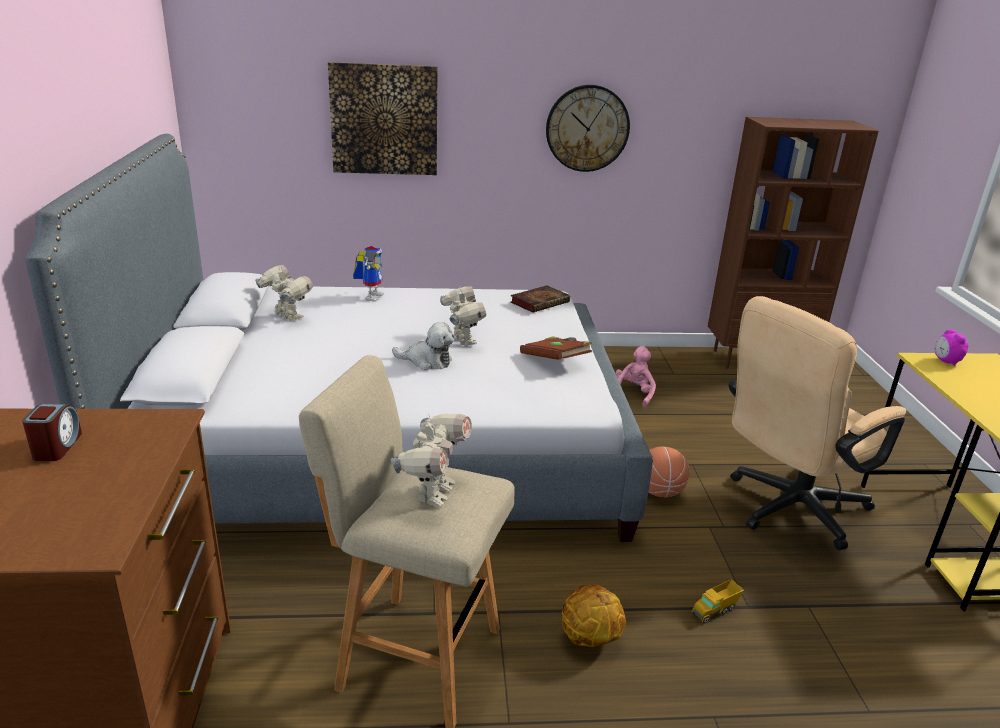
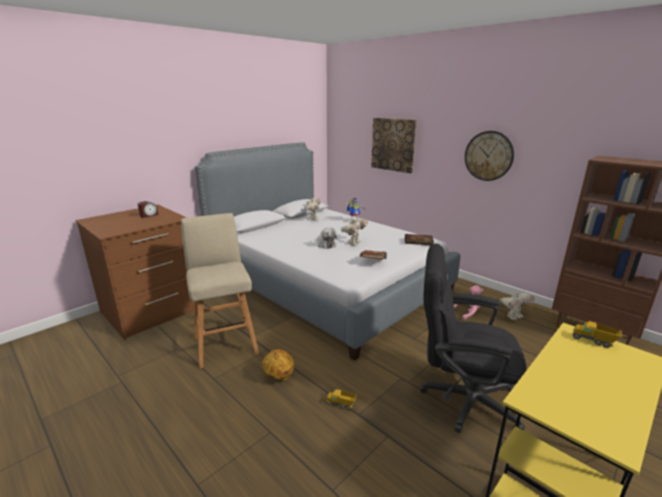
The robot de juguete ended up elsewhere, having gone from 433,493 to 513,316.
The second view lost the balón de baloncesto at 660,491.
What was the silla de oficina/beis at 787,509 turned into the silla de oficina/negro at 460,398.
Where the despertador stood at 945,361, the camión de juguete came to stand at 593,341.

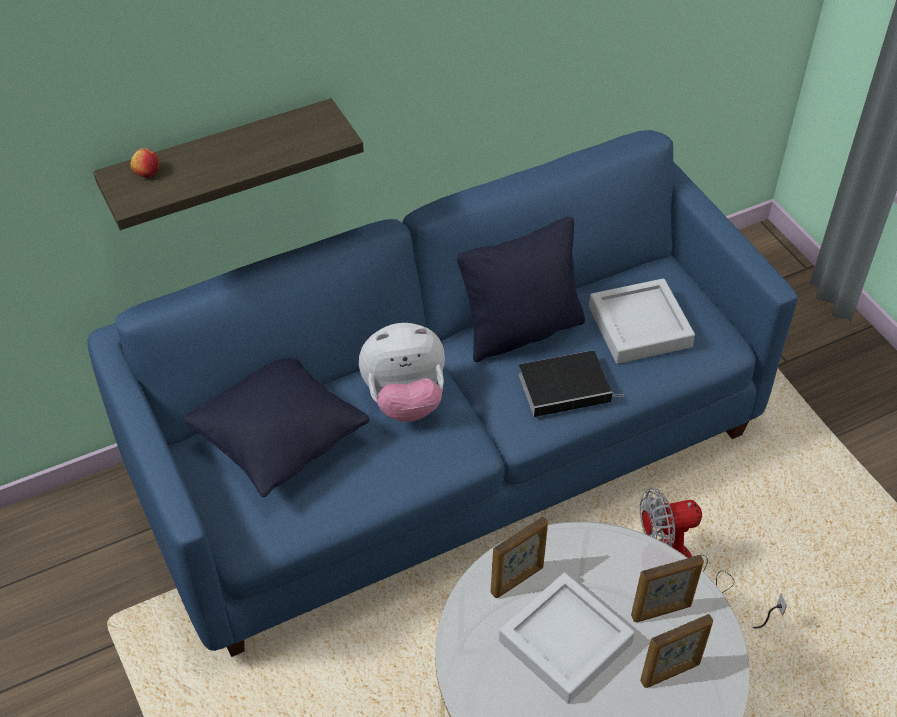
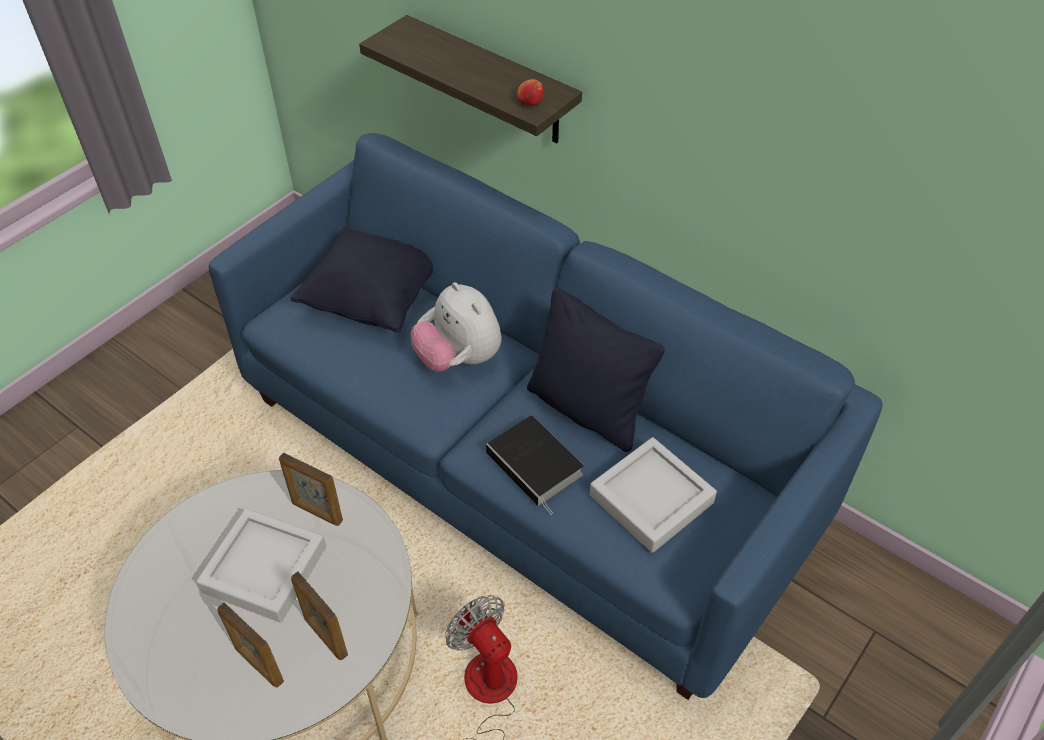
The manzana ended up elsewhere, having gone from 146,172 to 530,102.

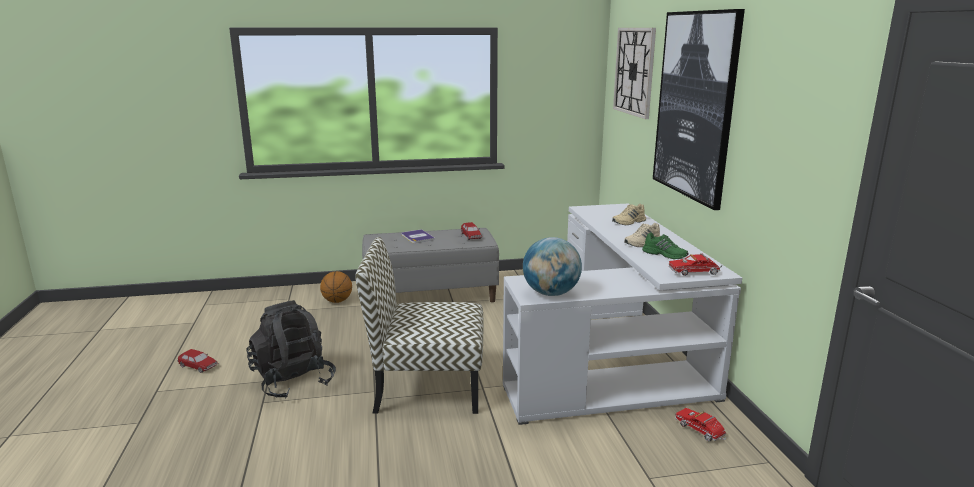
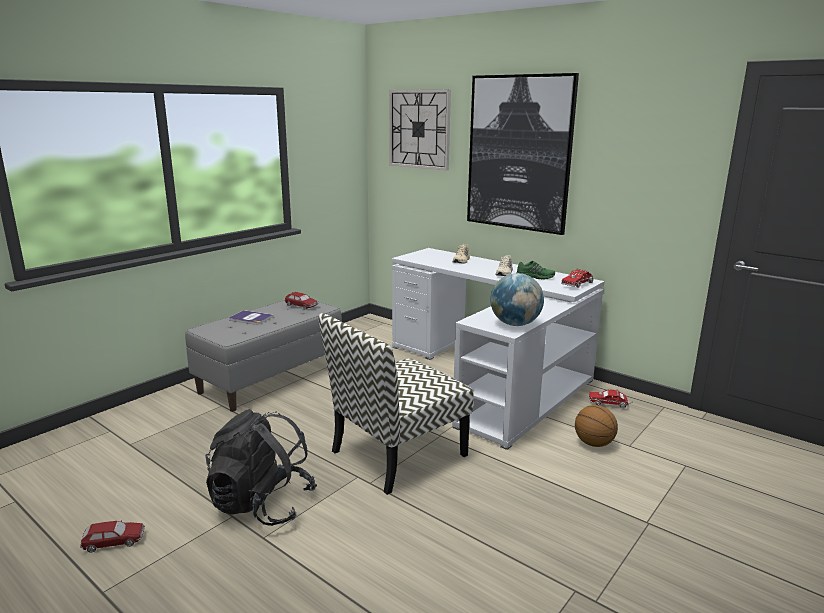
The balón de baloncesto ended up elsewhere, having gone from 337,301 to 593,443.

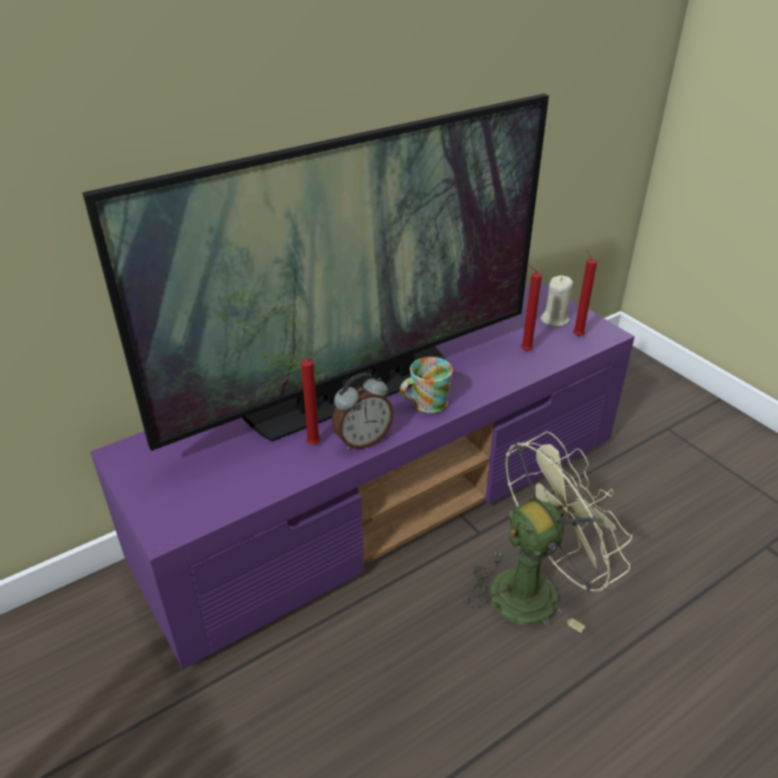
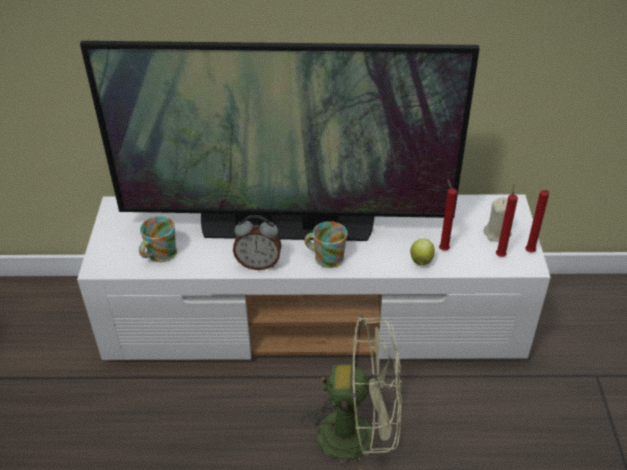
What was the mueble de televisión/morado at 390,499 turned into the mueble de televisión/blanco at 317,320.
The vela/rojo ended up elsewhere, having gone from 314,445 to 530,253.
The second view gained the taza grande at 158,254.
The second view gained the manzana at 421,260.

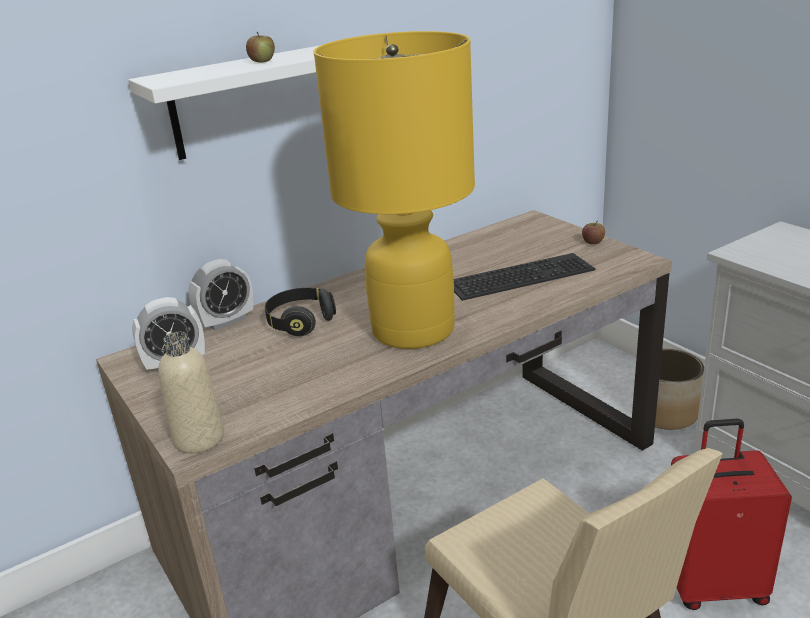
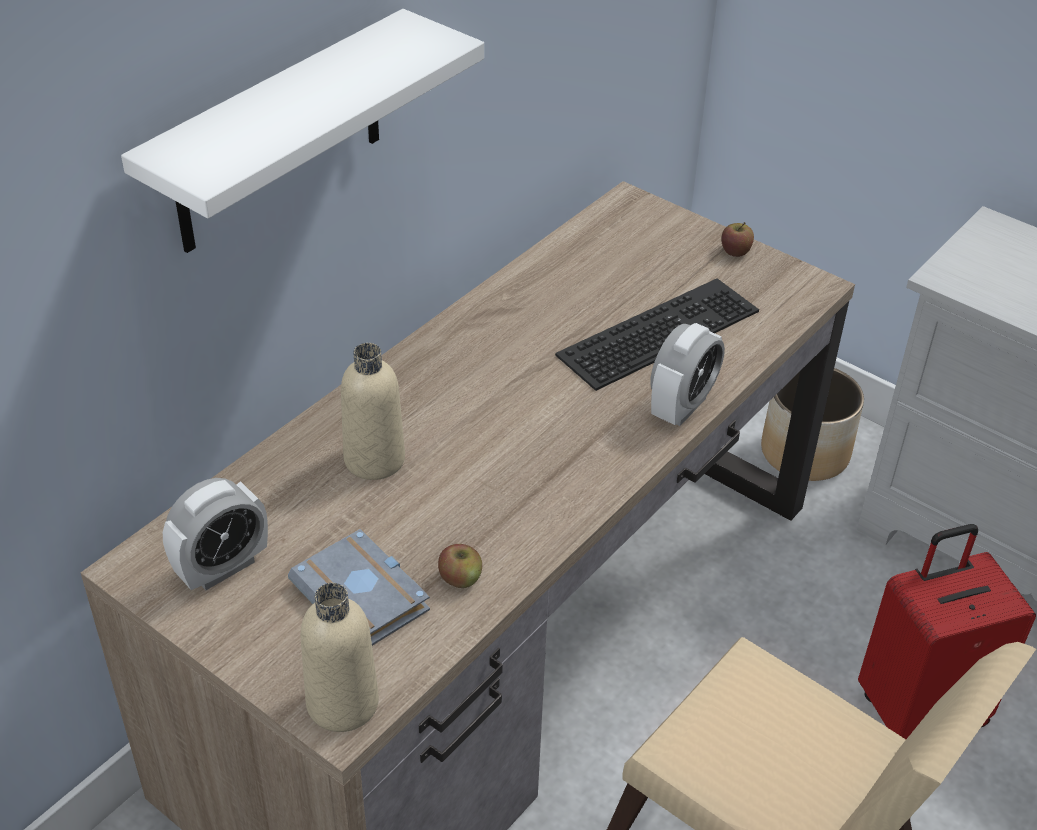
The despertador ended up elsewhere, having gone from 226,321 to 682,407.
The manzana ended up elsewhere, having gone from 262,61 to 460,578.
Where the auriculares/negro stood at 300,322, the botella/beis came to stand at 374,459.
The second view lost the lámpara de mesa/amarillo at 414,330.
The second view gained the libro/gris at 365,597.

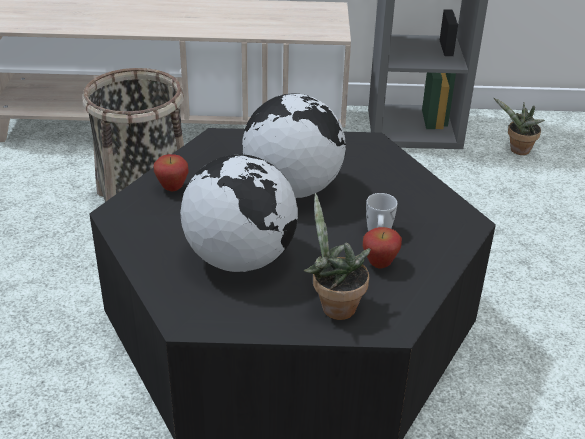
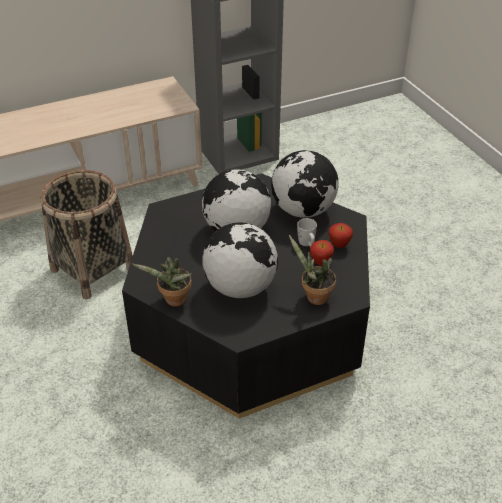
The manzana ended up elsewhere, having gone from 172,189 to 339,245.
The planta en maceta ended up elsewhere, having gone from 517,151 to 173,301.
The second view gained the globo terráqueo at 303,211.

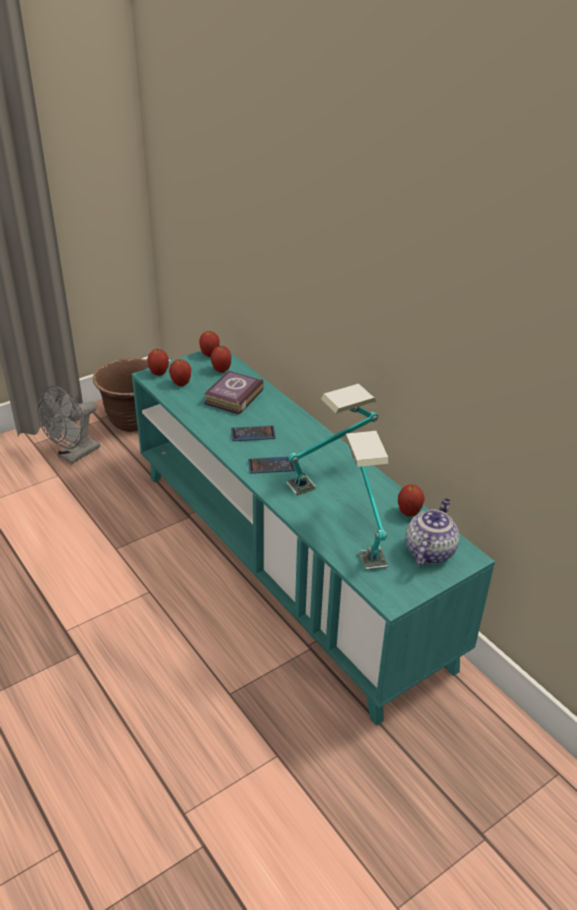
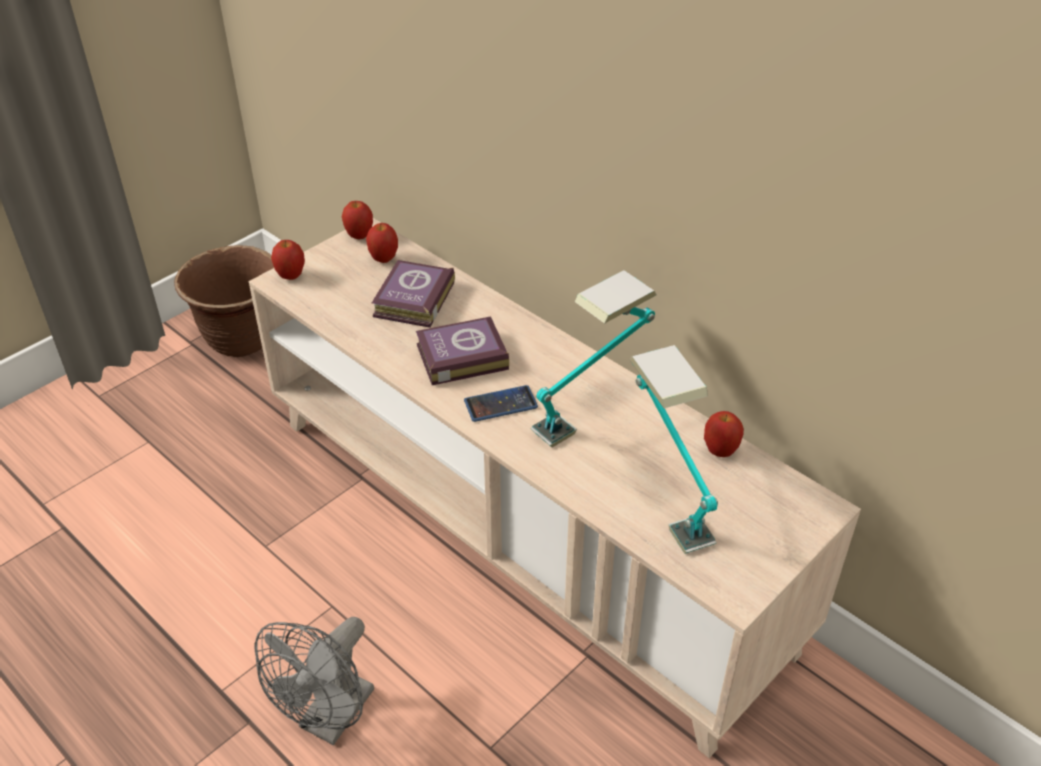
The ventilador/gris ended up elsewhere, having gone from 74,455 to 330,720.
What was the mueble de televisión/turquesa at 286,563 turned into the mueble de televisión/beis at 520,529.
The second view lost the manzana at 181,384.
Where the móvil stood at 253,434, the libro came to stand at 459,356.
The second view lost the tetera at 429,551.

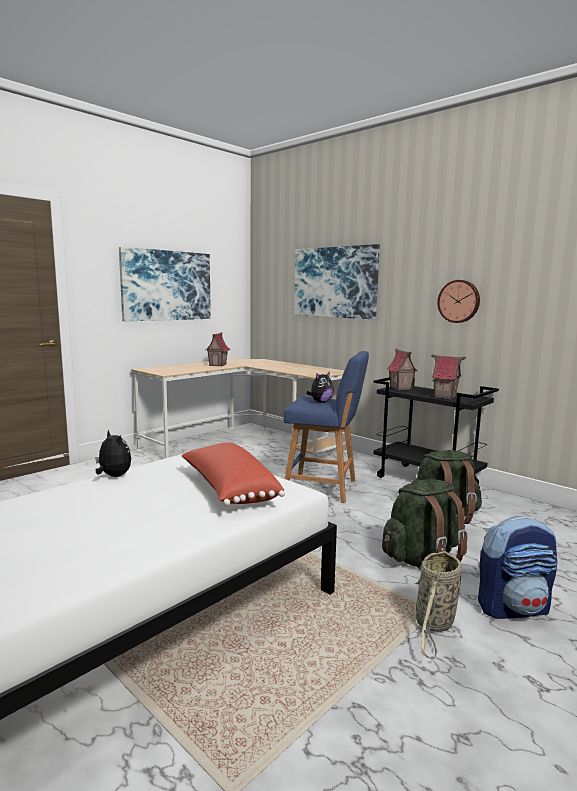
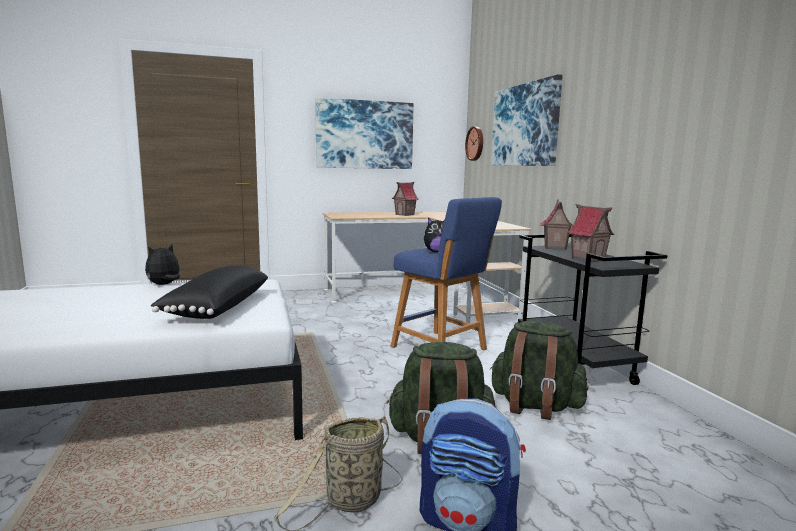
The peluche at 113,476 ended up facing another way, 120 degrees counterclockwise from before.
What was the cojín/rojo at 228,489 turned into the cojín/negro at 216,308.
The reloj de pared ended up elsewhere, having gone from 459,301 to 475,143.

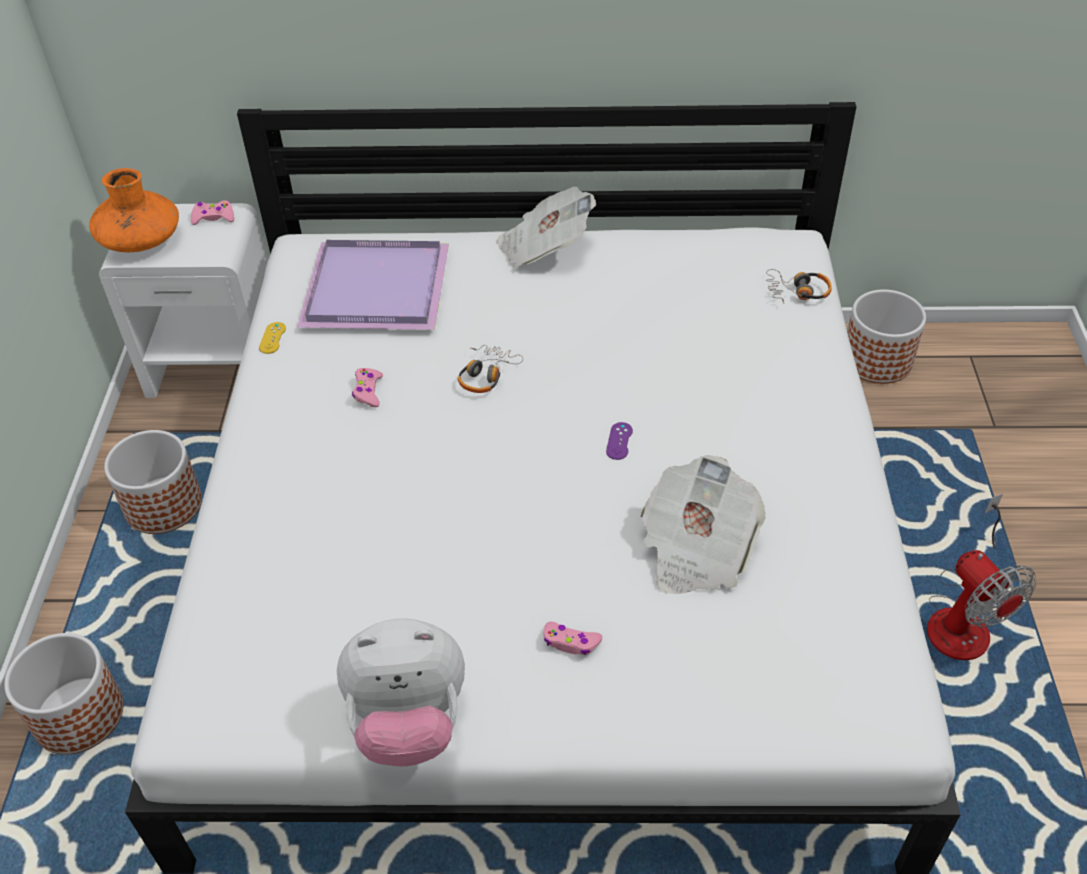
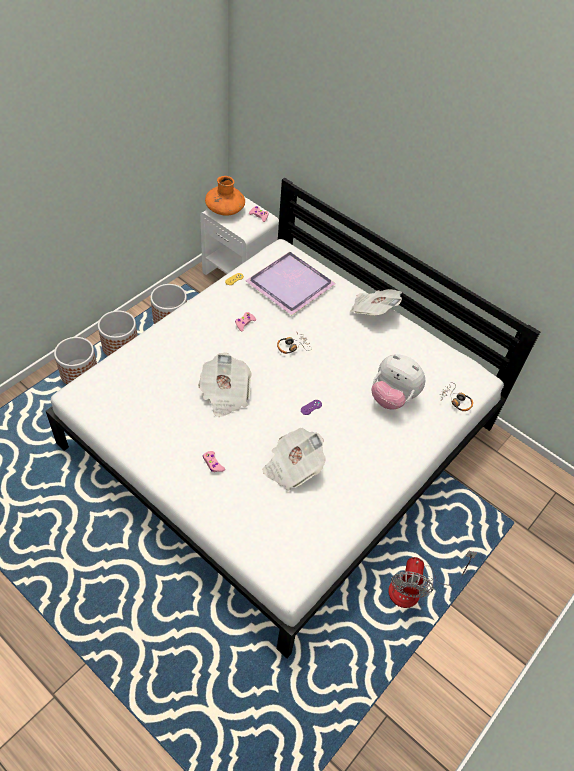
The peluche ended up elsewhere, having gone from 409,723 to 392,397.
The maceta ended up elsewhere, having gone from 876,361 to 120,346.
The second view gained the periódico at 225,394.

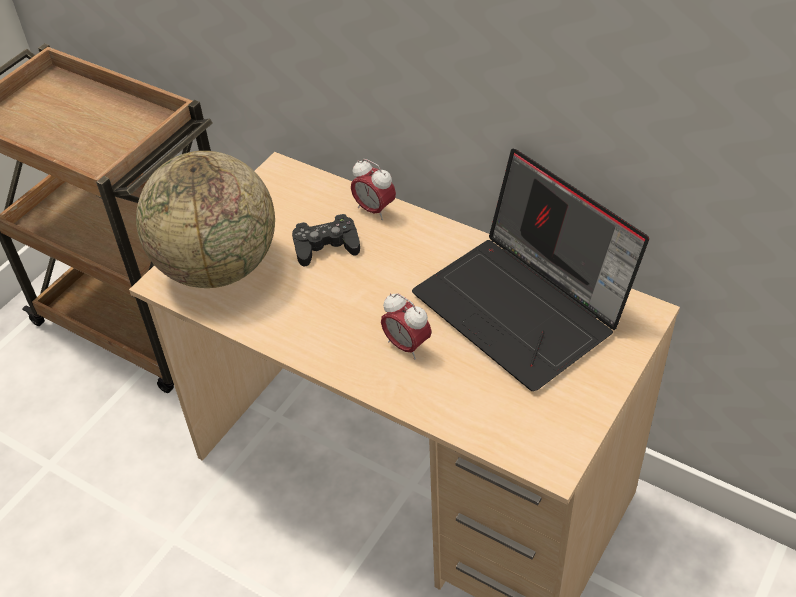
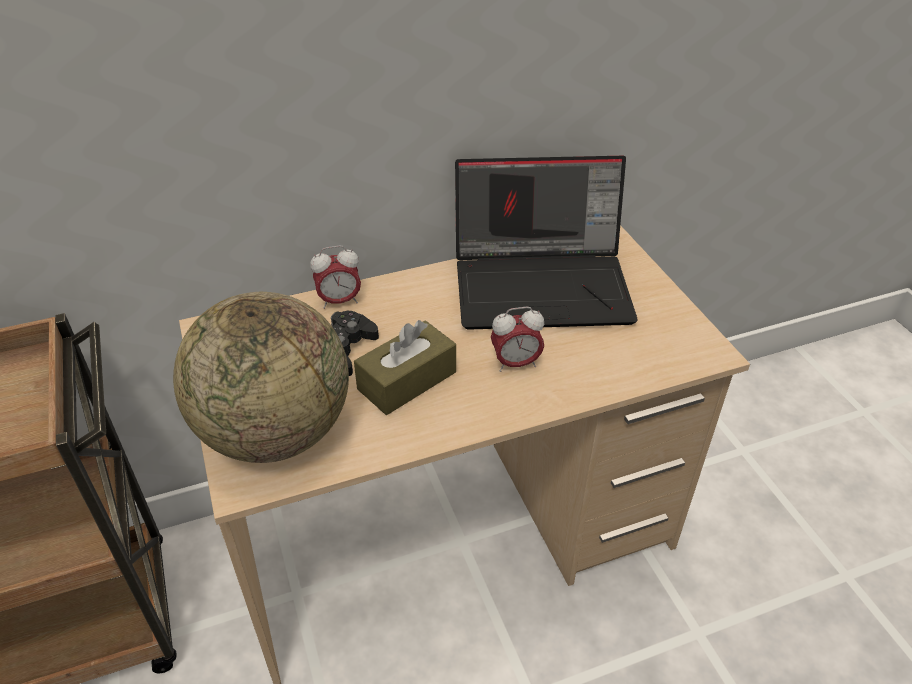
The second view gained the caja de pañuelos/marrón at 407,380.

